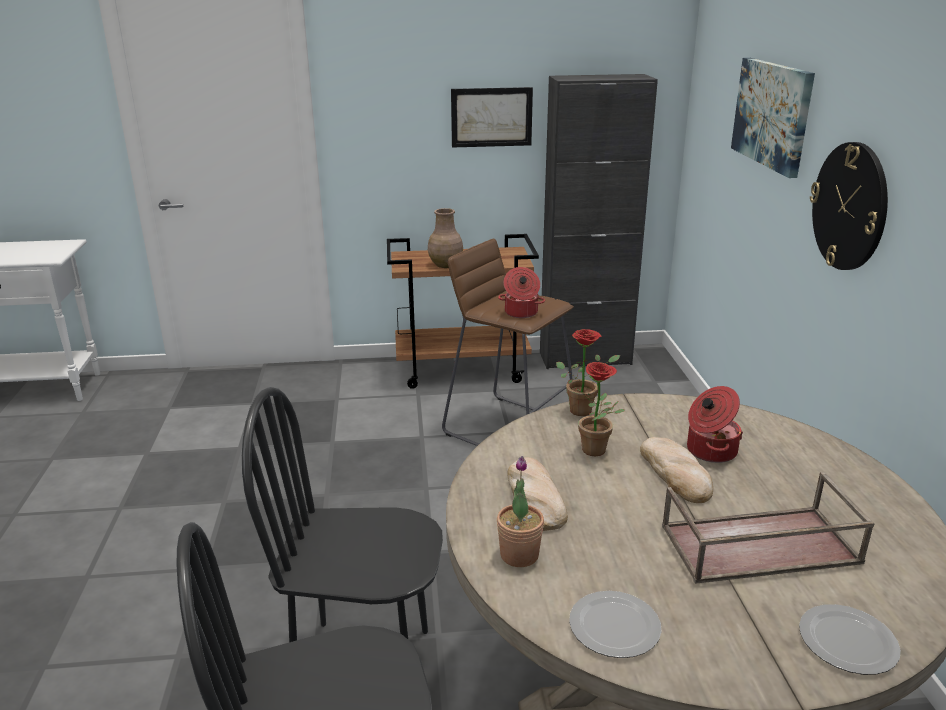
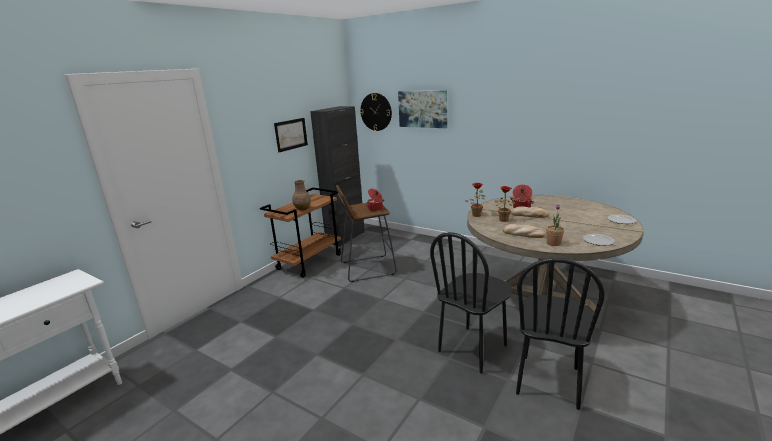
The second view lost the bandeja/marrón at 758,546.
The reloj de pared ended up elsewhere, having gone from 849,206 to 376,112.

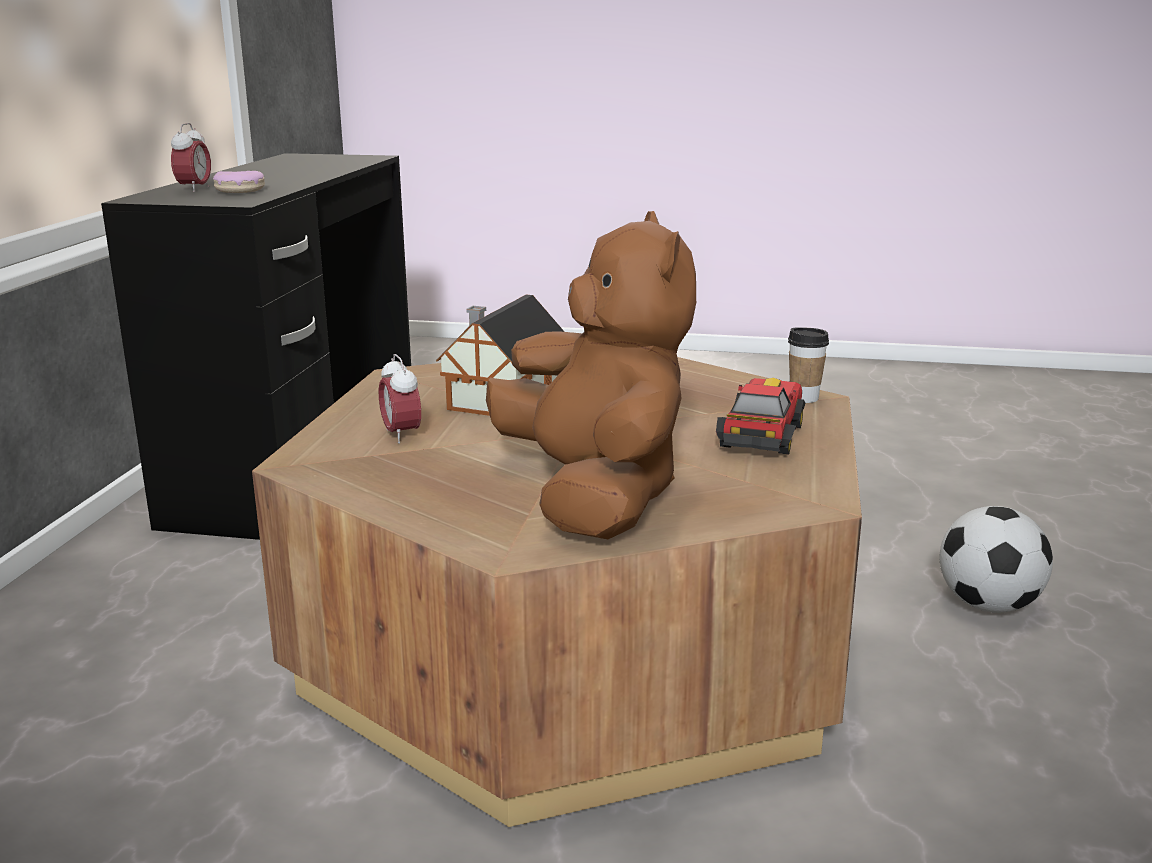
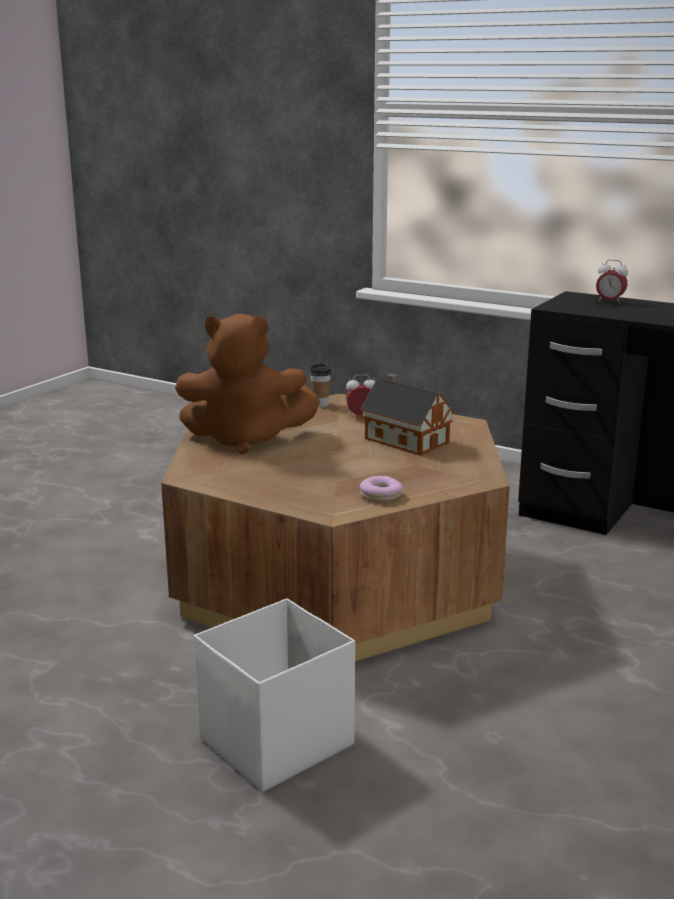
The rosquilla ended up elsewhere, having gone from 240,190 to 381,496.
The second view lost the coche de juguete at 763,435.
The taza ended up elsewhere, having gone from 804,398 to 320,404.
Where the balón de fútbol stood at 988,605, the caja de almacenaje/blanco came to stand at 274,742.

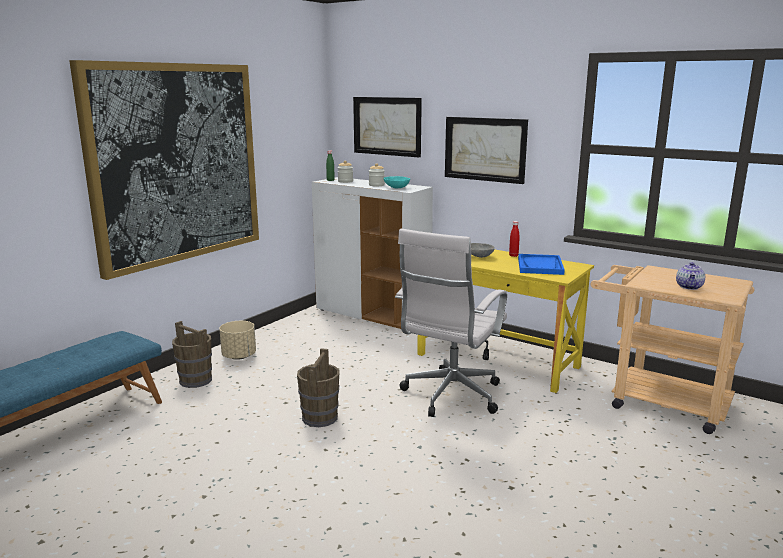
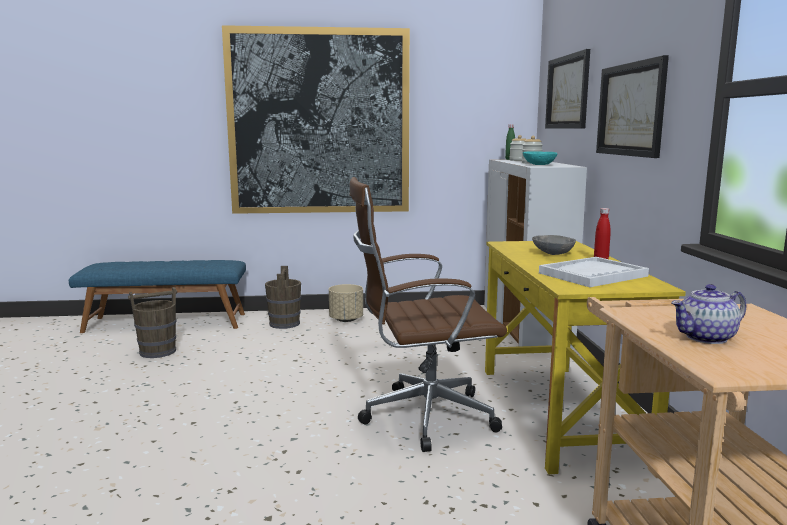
The cubo/marrón ended up elsewhere, having gone from 319,418 to 157,352.
What was the silla de oficina/blanco at 450,397 turned into the silla de oficina/marrón at 422,417.
What was the bandeja/azul at 540,266 turned into the bandeja/blanco at 592,275.

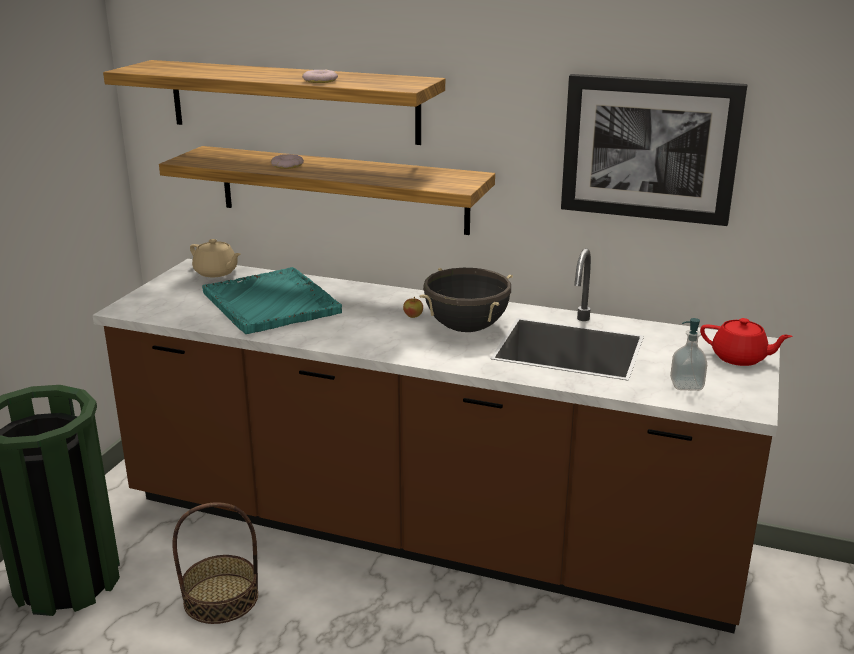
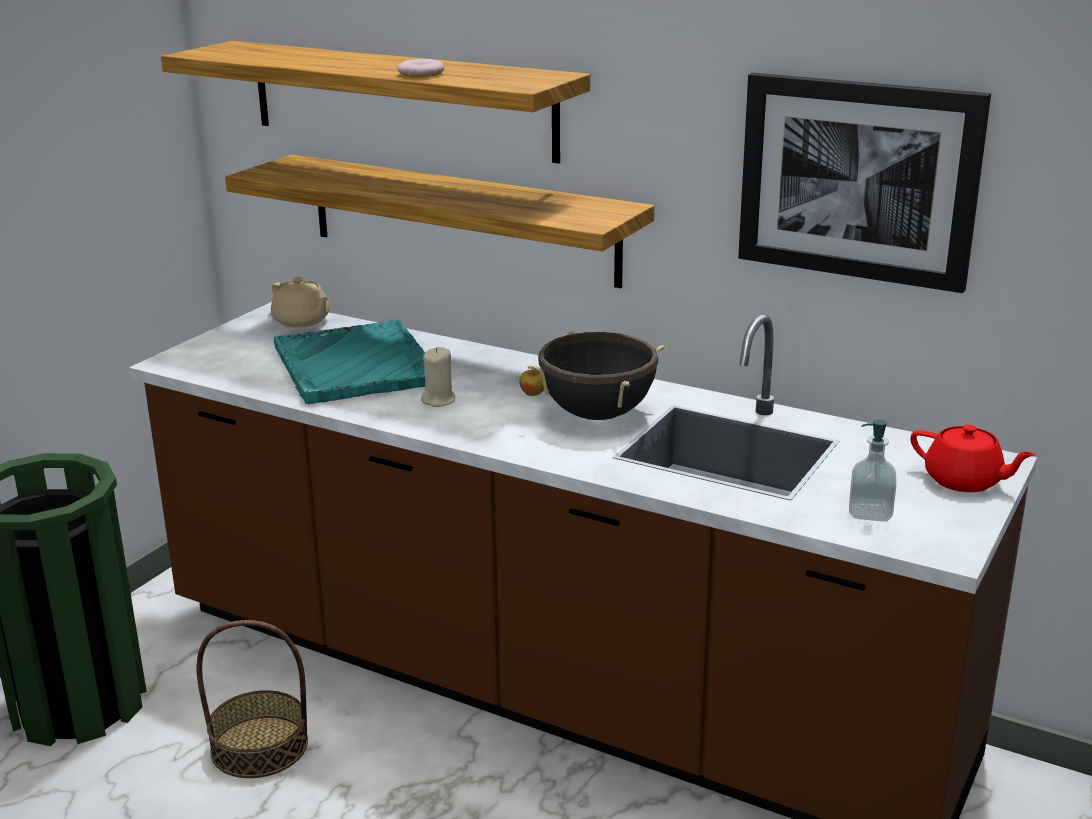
The second view lost the rosquilla at 287,165.
The second view gained the vela/beis at 439,400.

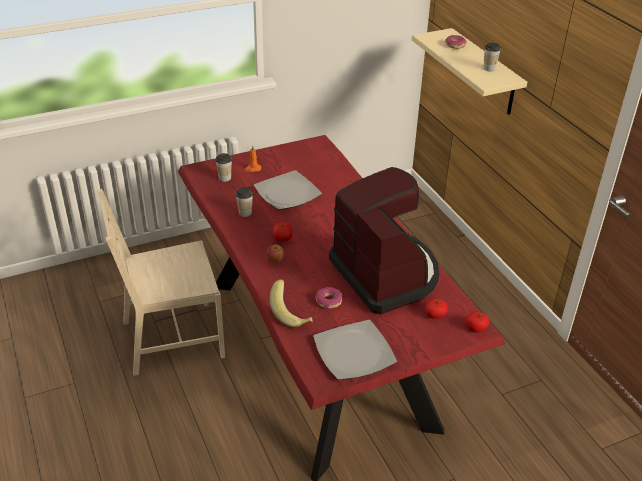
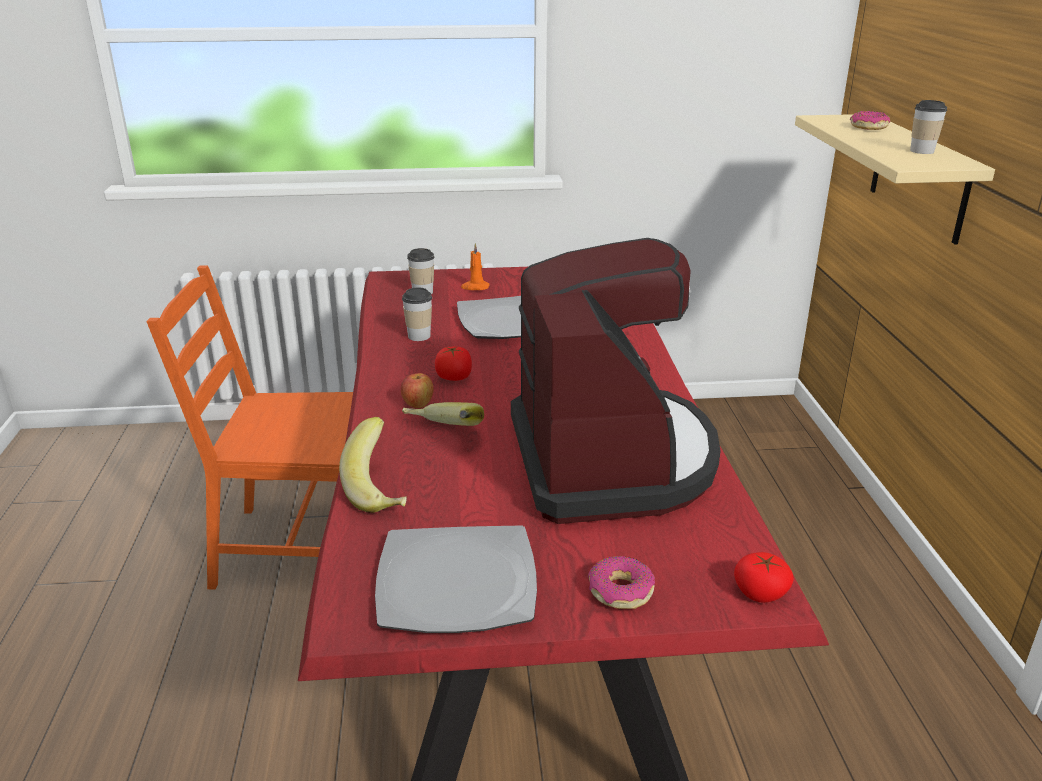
What was the silla/beis at 172,338 turned into the silla/naranja at 299,548.
The rosquilla ended up elsewhere, having gone from 328,301 to 620,592.
The second view lost the tomate at 435,314.
The second view gained the plátano at 442,435.

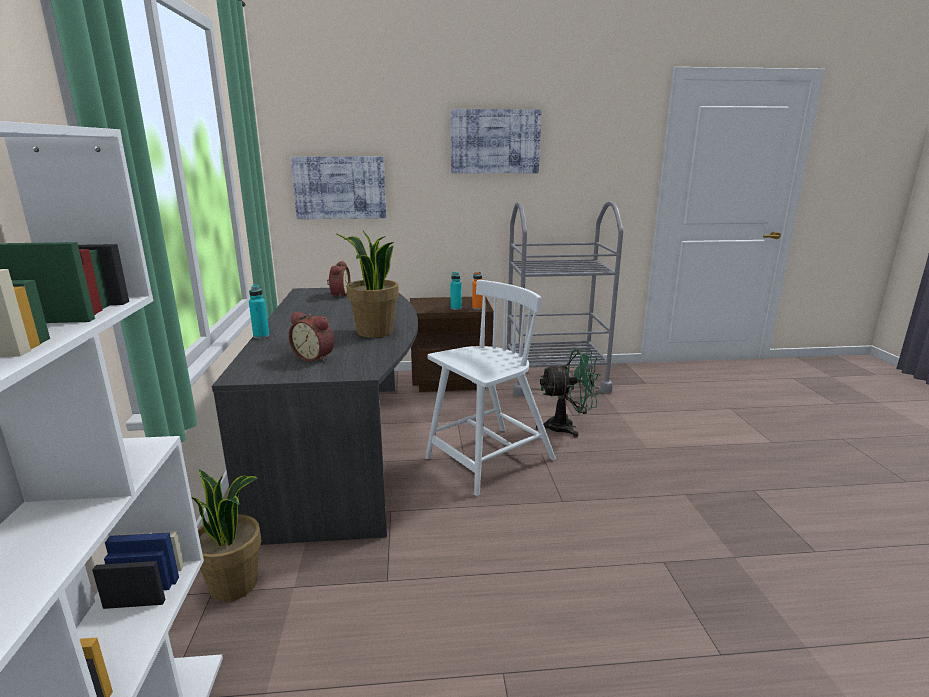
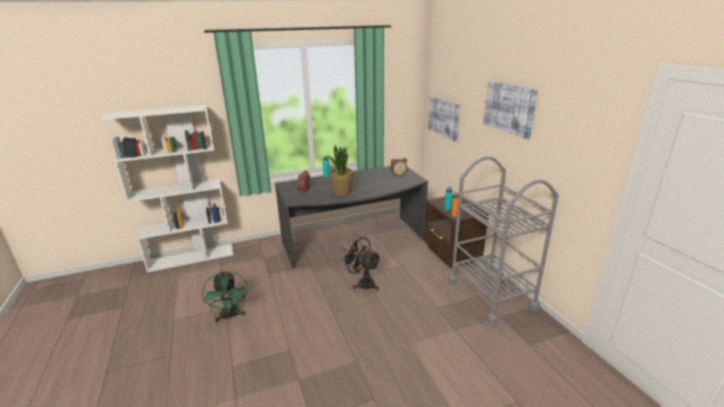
The second view lost the planta en maceta at 235,584.
Where the silla/blanco stood at 488,460, the ventilador/negro came to stand at 362,283.
The ventilador/verde ended up elsewhere, having gone from 567,427 to 230,316.

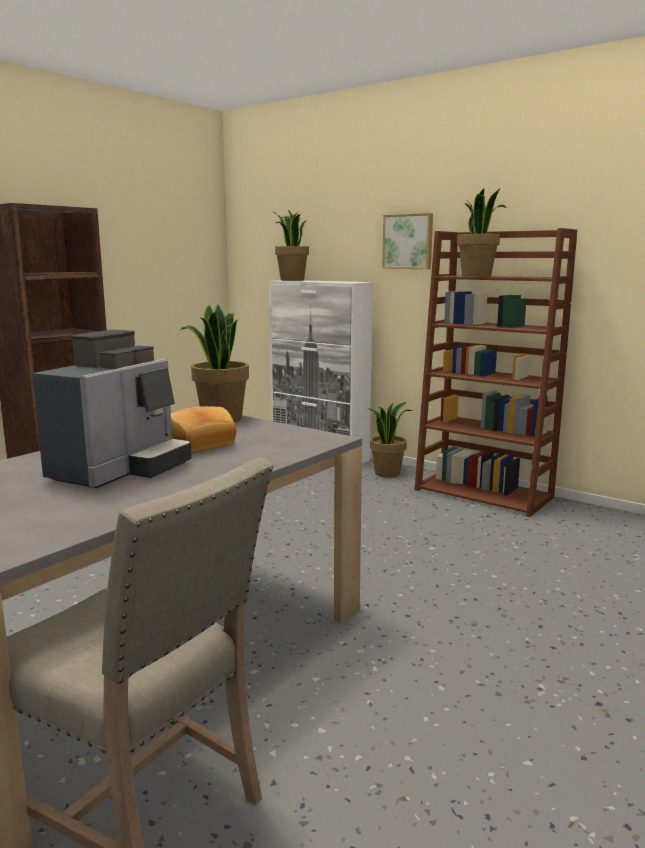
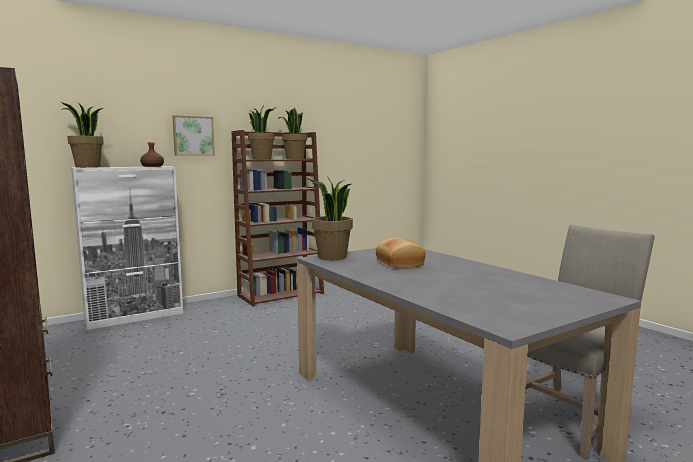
The second view lost the cafetera at 121,469.
The planta en maceta ended up elsewhere, having gone from 387,473 to 294,159.
The second view gained the botella/marrón at 152,166.

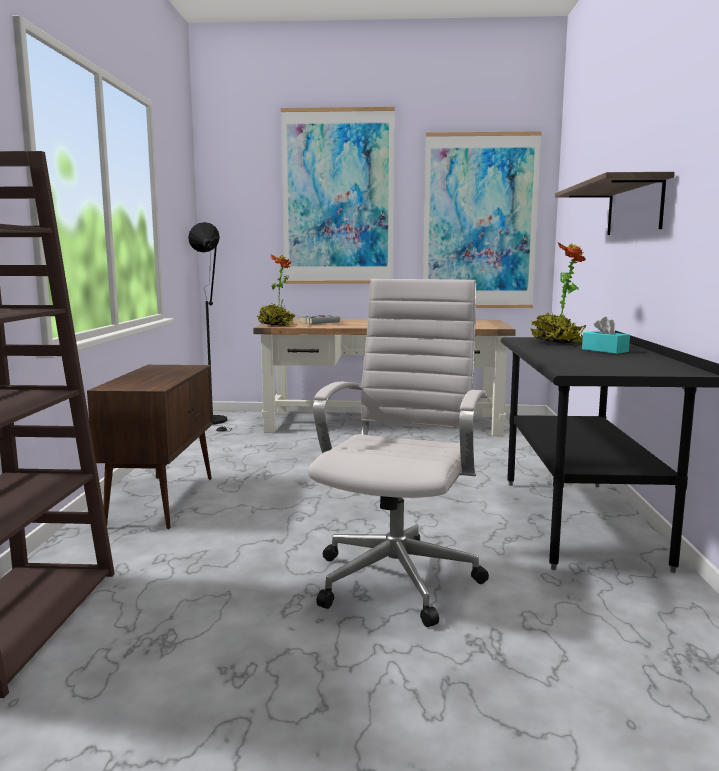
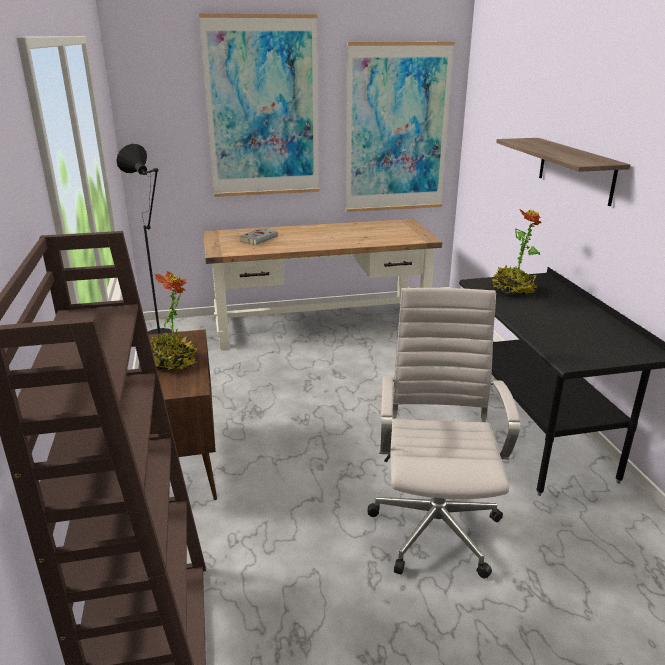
The planta en maceta ended up elsewhere, having gone from 276,325 to 172,363.
The second view lost the caja de pañuelos/turquesa at 605,350.

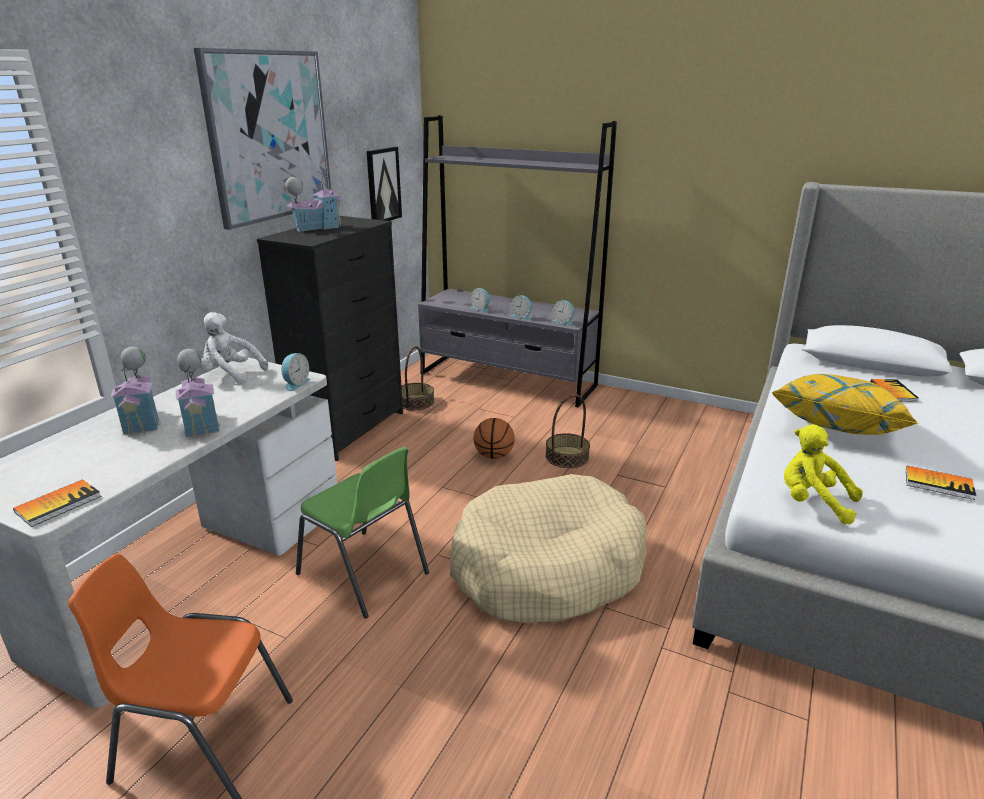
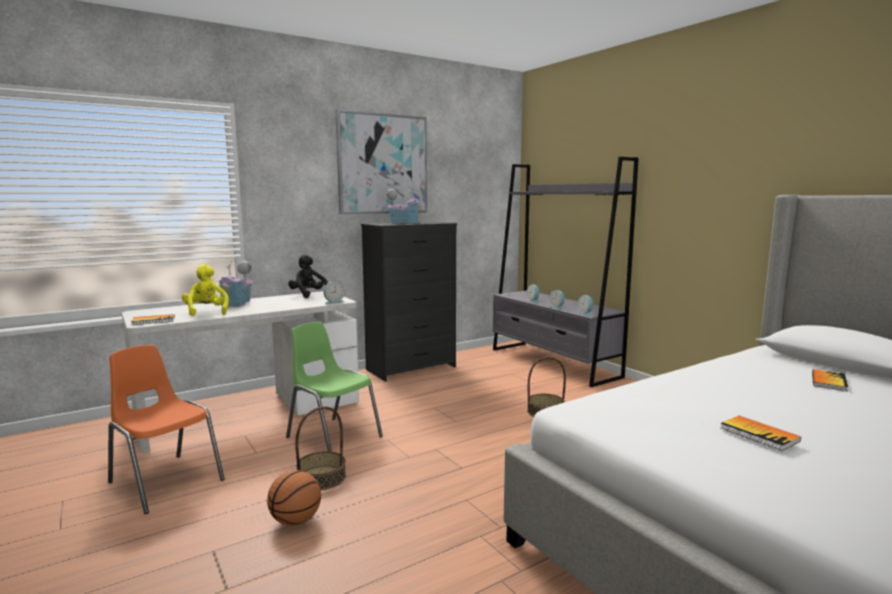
The second view lost the casita at 202,423.
What was the peluche/blanco at 231,374 turned into the peluche/negro at 308,295.
The silla/verde at 364,574 ended up facing another way, 150 degrees clockwise from before.
The second view lost the cuadro at 383,185.
The cesta ended up elsewhere, having gone from 415,402 to 321,478.
The second view lost the cama para perro/beis at 546,567.
The balón de baloncesto ended up elsewhere, having gone from 494,456 to 295,521.
The second view lost the cojín/amarillo at 835,427.
The peluche/amarillo ended up elsewhere, having gone from 812,502 to 206,312.

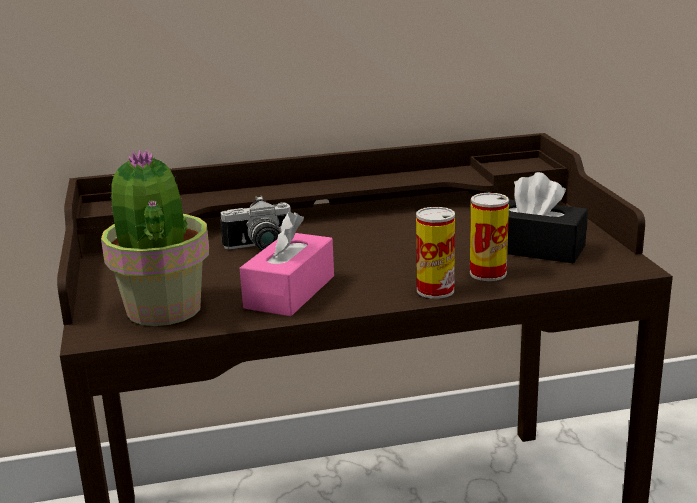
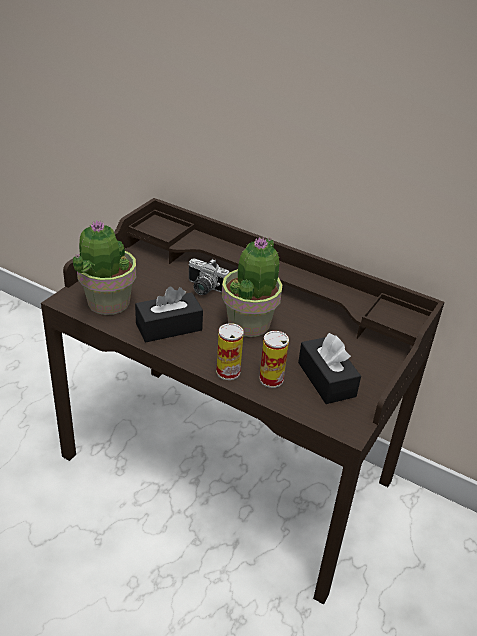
What was the caja de pañuelos/rosa at 290,292 turned into the caja de pañuelos/negro at 169,327.
The second view gained the planta en maceta at 249,323.

